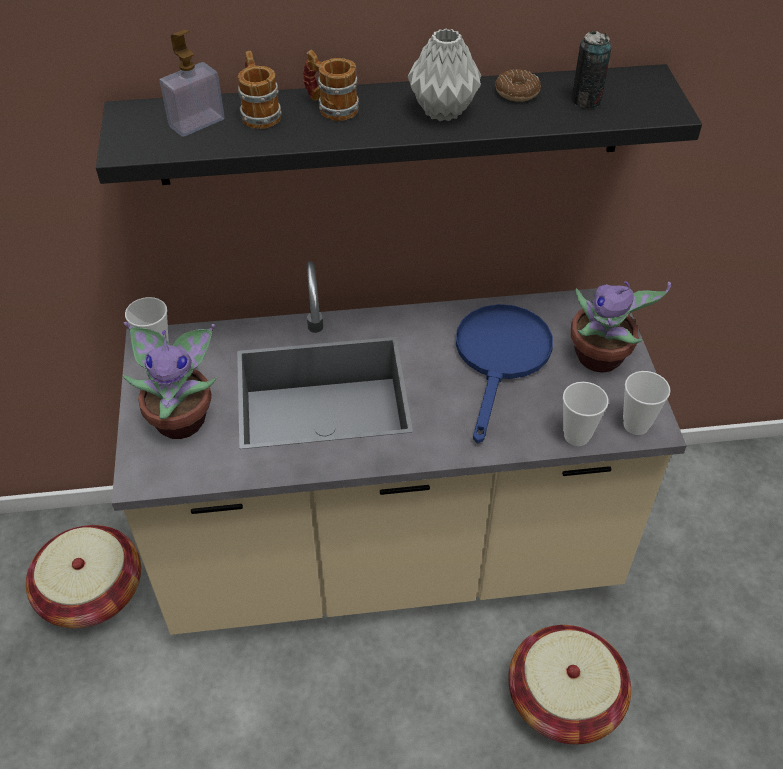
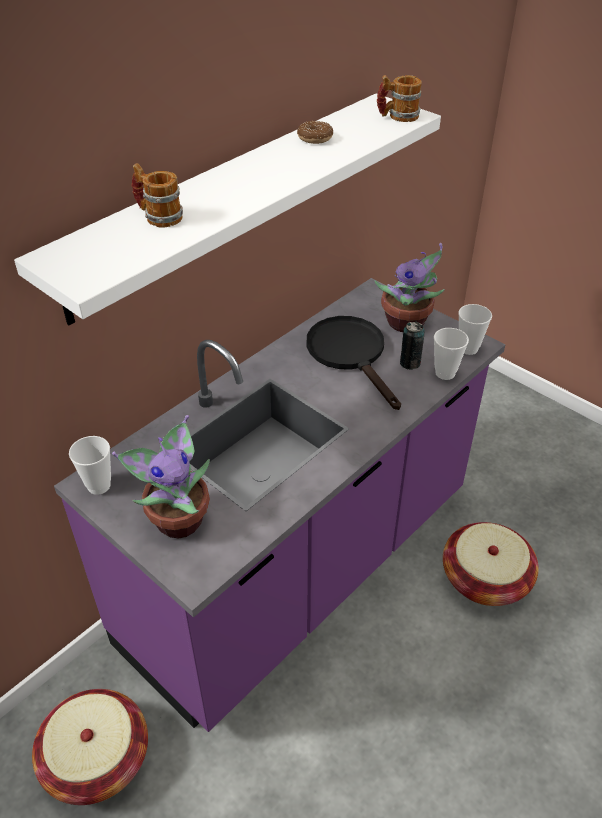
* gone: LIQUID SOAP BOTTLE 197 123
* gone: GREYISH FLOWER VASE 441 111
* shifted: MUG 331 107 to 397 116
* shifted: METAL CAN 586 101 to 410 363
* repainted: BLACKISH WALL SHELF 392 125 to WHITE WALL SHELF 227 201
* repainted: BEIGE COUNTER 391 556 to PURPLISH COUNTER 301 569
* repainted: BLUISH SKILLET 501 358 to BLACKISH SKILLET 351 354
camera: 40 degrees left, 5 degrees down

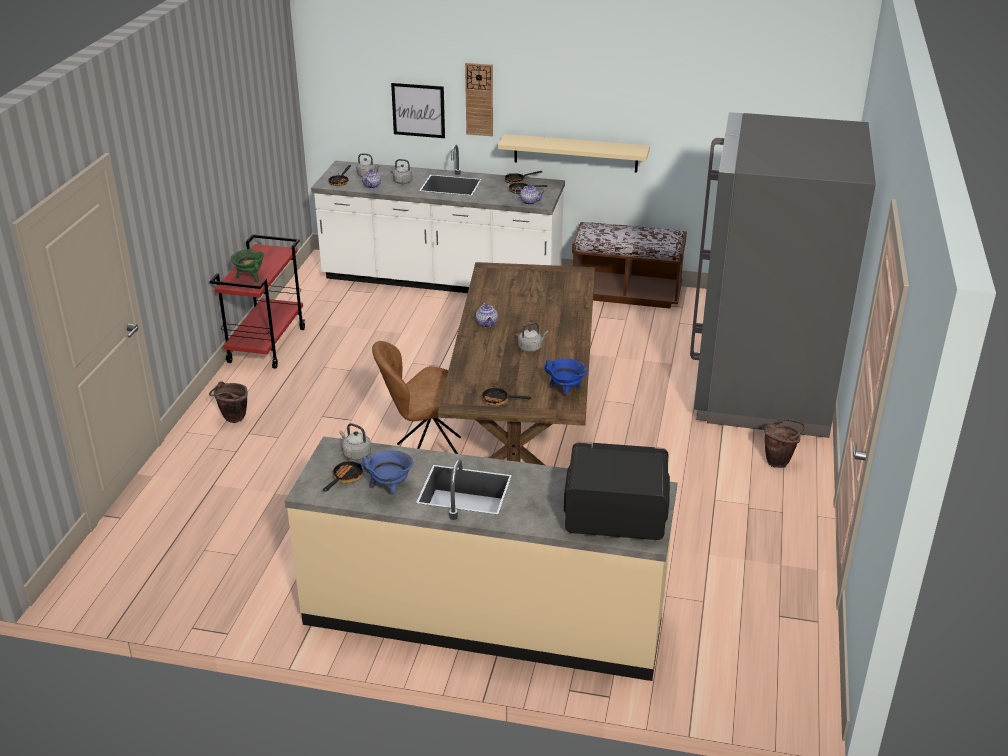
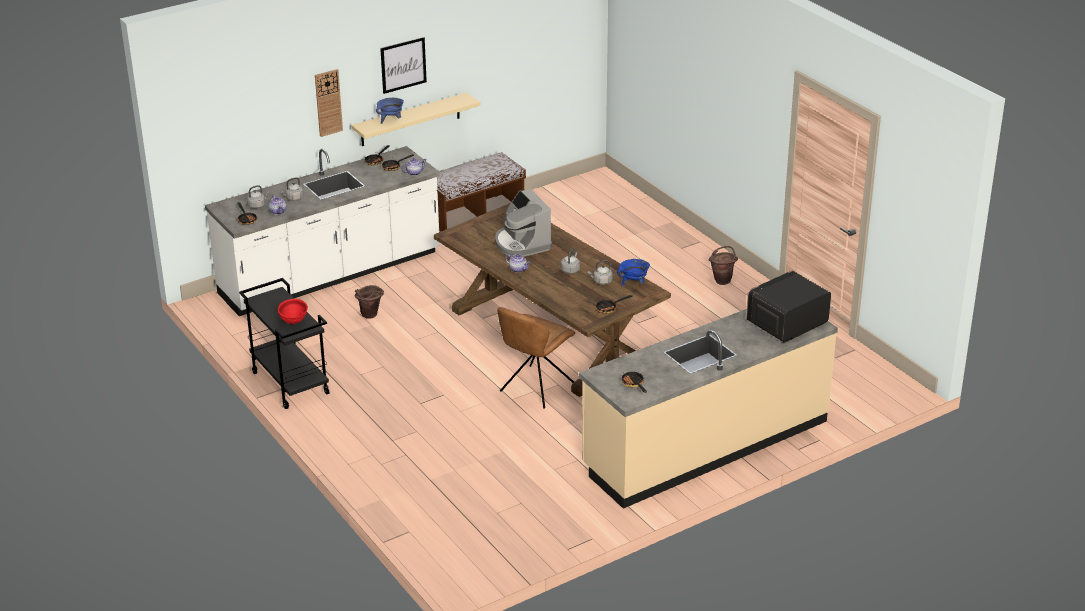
* gone: GREYISH KITCHEN FRIDGE 762 389
* new: COFFEE MACHINE 522 243
* shifted: BROWN WATER BUCKET 232 420 to 370 316
* shifted: GREYISH TEA KETTLE 355 454 to 601 281
* shifted: BLUISH SAUCEPOT 390 488 to 391 120
* shifted: PICTURE 418 110 to 403 65
* swapped: GREEN-COLOURED SAUCEPOT 250 277 to REDDISH DEEP DISH 293 322
* repainted: REDDISH CART 266 345 to BLACKISH CART 289 383
camera: 45 degrees left, 0 degrees up

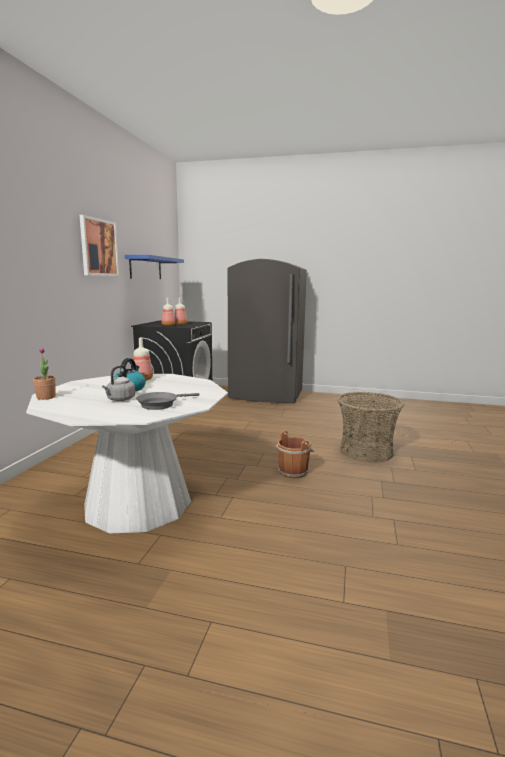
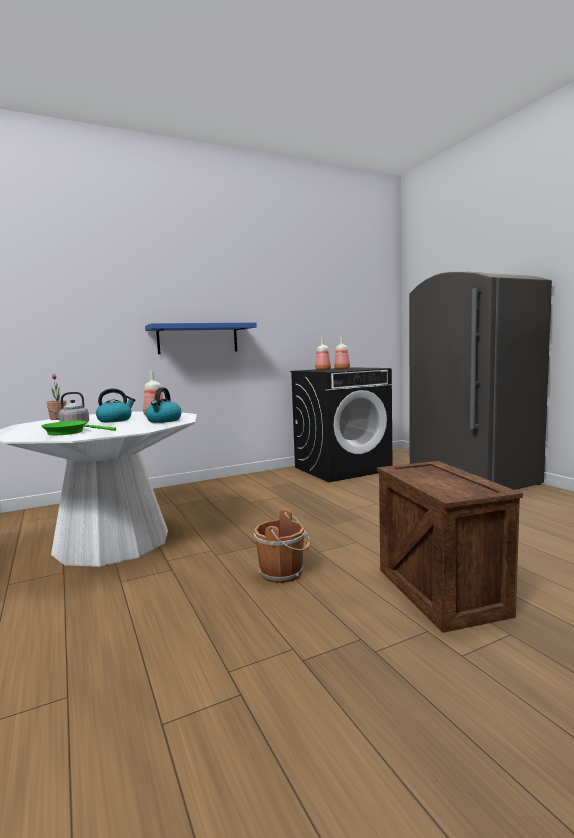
* gone: PICTURE 98 247
* new: TEA KETTLE 164 420
* shifted: BLUISH WALL SHELF 145 268 to 198 339
* swapped: HOUSEHOLD BASKET 366 451 to SHIPPING CRATE 442 591
* repainted: GREYISH SKILLET 160 404 to GREEN-COLOURED SKILLET 69 432
camera: 50 degrees right, 5 degrees down

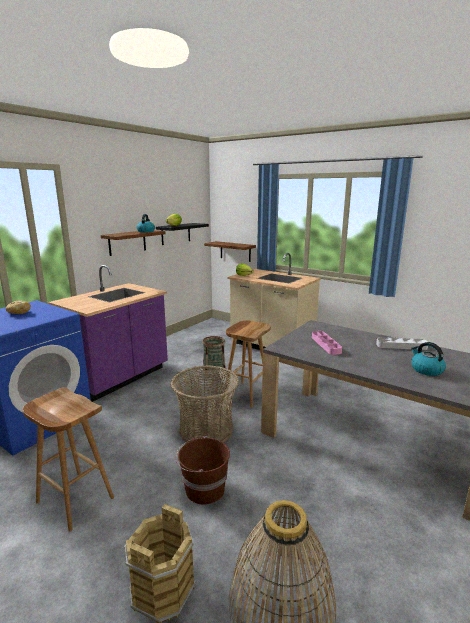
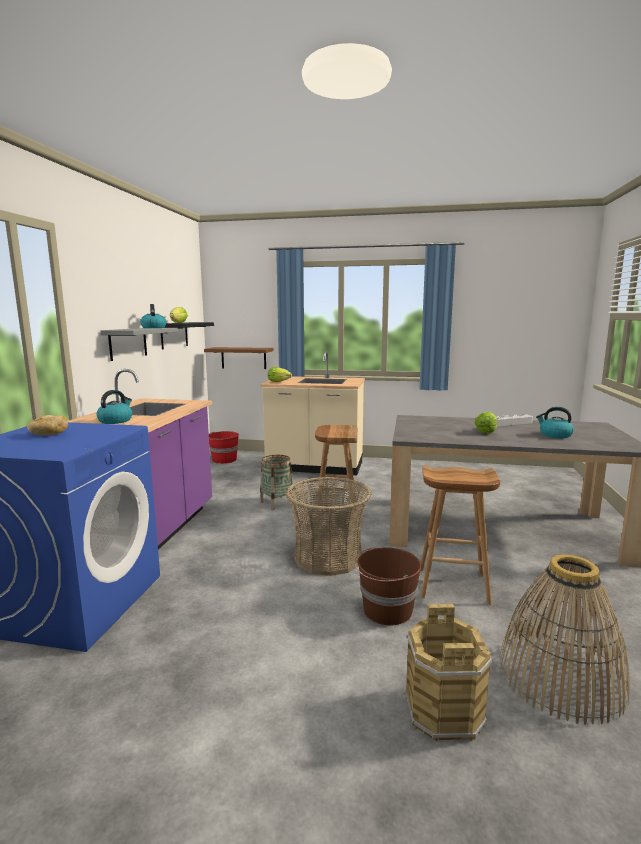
* gone: PINK CARRYING TRAY 325 345
* new: TEA KETTLE 115 421
* new: REDDISH WATER BUCKET 224 460
* new: HEAD OF LETTUCE 486 432
* shifted: BROWN SITTING STOOL 74 500 to 452 586
* repainted: BROWN WALL SHELF 127 242 to GREYISH WALL SHELF 128 343
camera: 25 degrees left, 5 degrees down

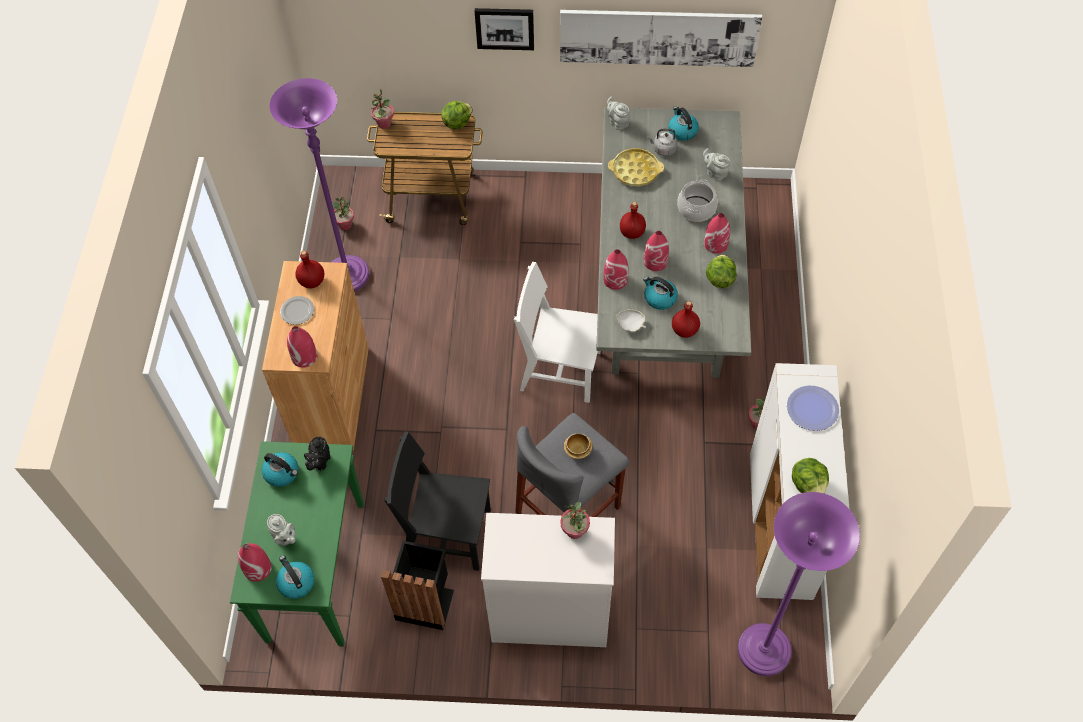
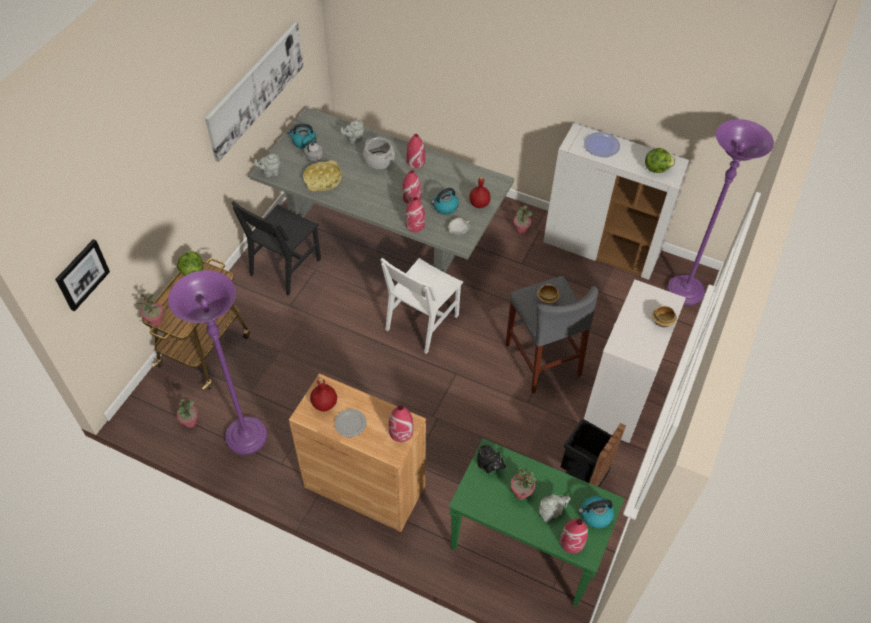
* gone: TEA KETTLE 282 473
* gone: REDDISH DRINK BOTTLE 632 232
* gone: HEAD OF LETTUCE 719 279
* new: DEEP DISH 662 322
* shifted: BLACKISH PLAIN CHAIR 447 534 to 285 267
* shifted: PICTURE 505 28 to 82 274
* shifted: PLANT IN A POT 575 531 to 521 493
camera: 70 degrees left, 5 degrees down

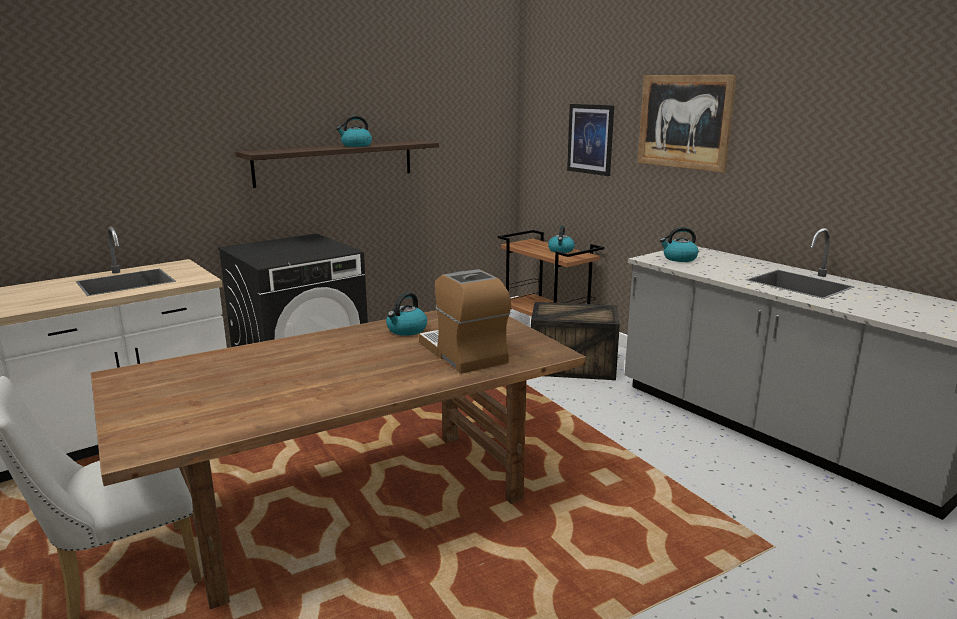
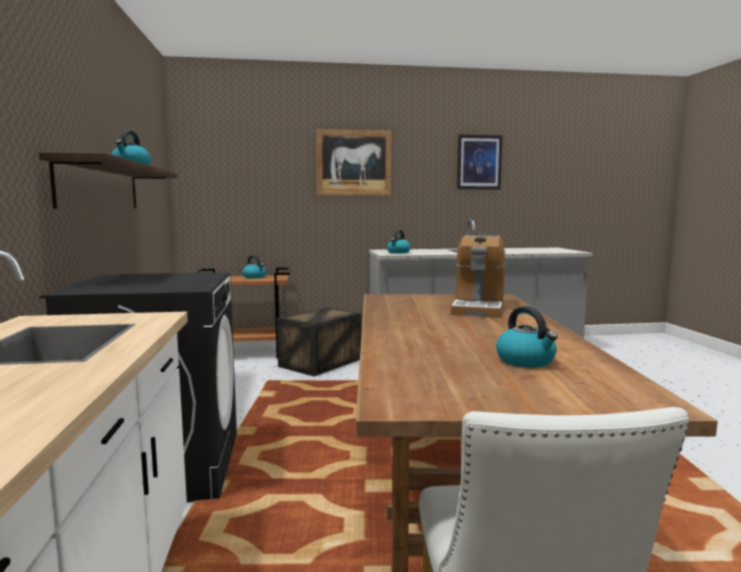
* shifted: TEA KETTLE 406 330 to 526 361
* shifted: PICTURE 590 139 to 479 162
* rotated: COFFEE MACHINE 463 353 = 478 308 75 degrees counterclockwise
camera: 60 degrees left, 10 degrees down

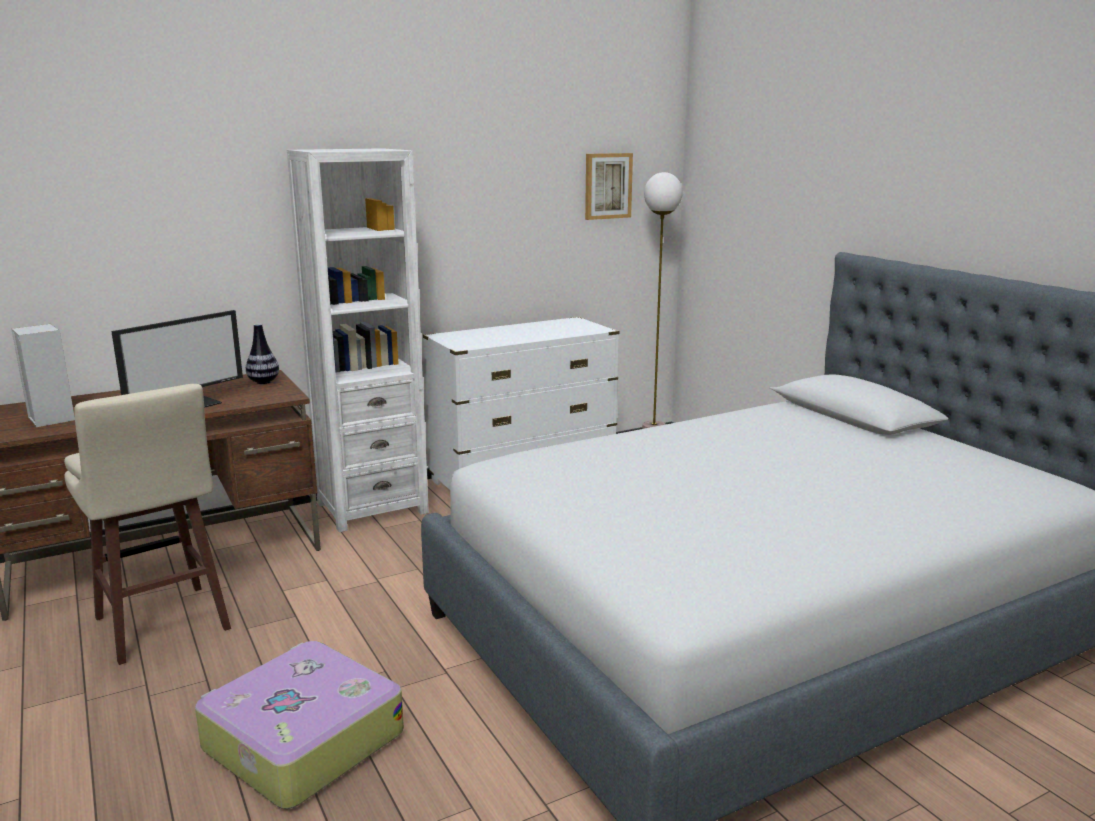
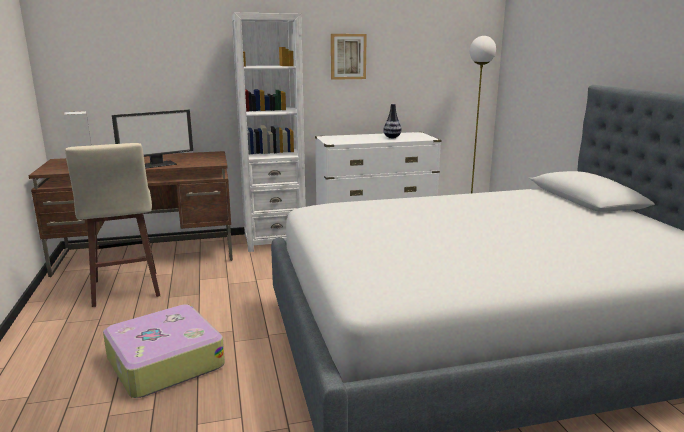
* shifted: FLOWER VASE 263 382 to 392 137
* shifted: PICTURE 607 186 to 348 56
camera: 15 degrees right, 0 degrees up

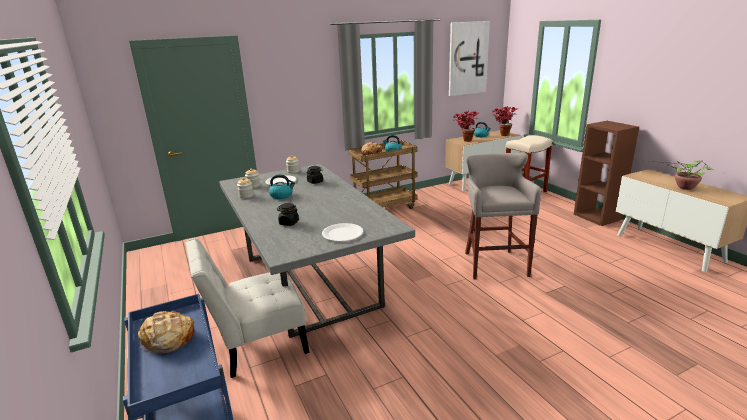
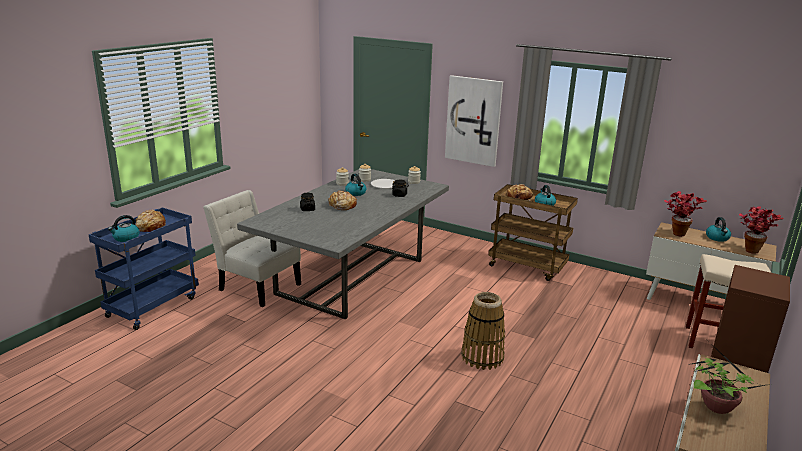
* gone: WHITE DINNER PLATE 342 233
* new: TEA KETTLE 126 238
* new: BAKERY BREAD 342 206
* shifted: PICTURE 467 58 to 473 120
* swapped: GREYISH SITTING STOOL 494 263 to HOUSEHOLD BASKET 482 357
camera: 55 degrees right, 0 degrees up

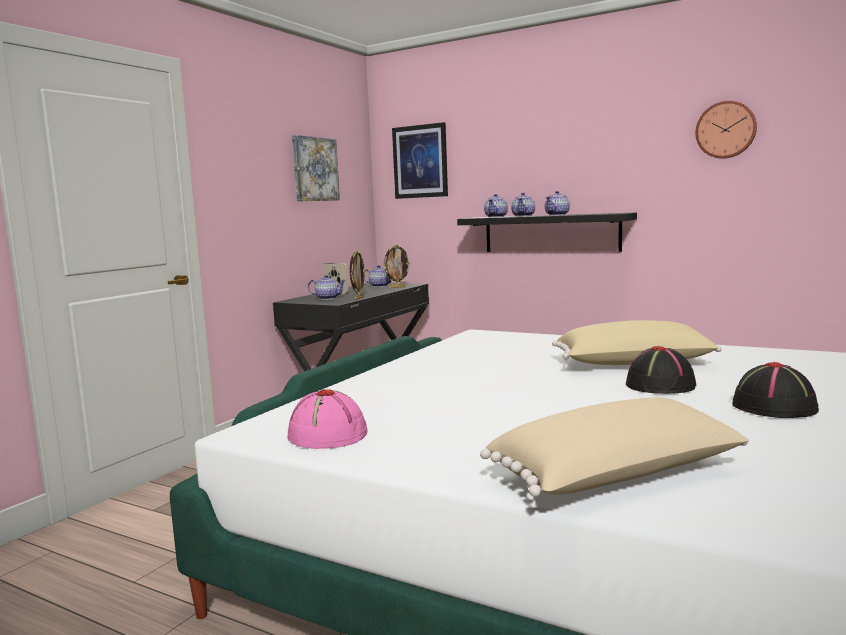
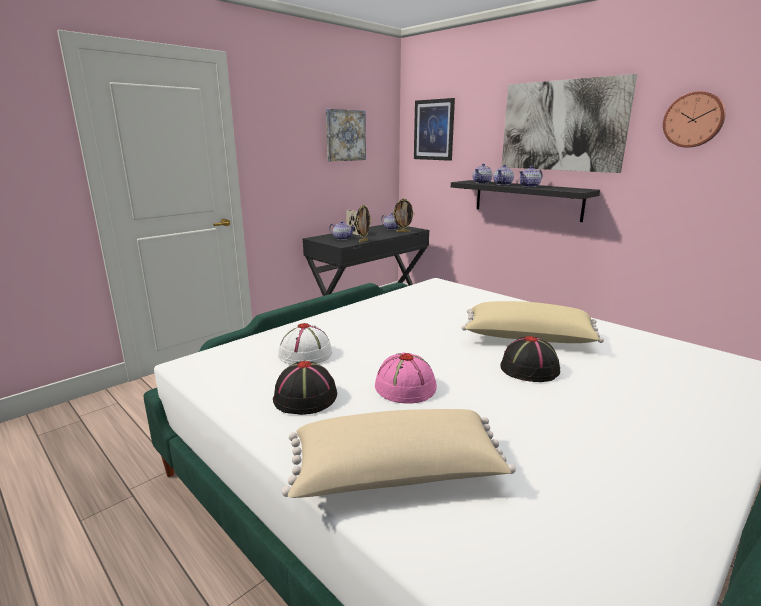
* new: WHITE CLOTHING HAT 306 354
* new: PICTURE 562 126
* shifted: PINK CLOTHING HAT 326 435 to 404 387
* shifted: BLACKISH CLOTHING HAT 775 407 to 305 398
camera: 15 degrees right, 10 degrees up

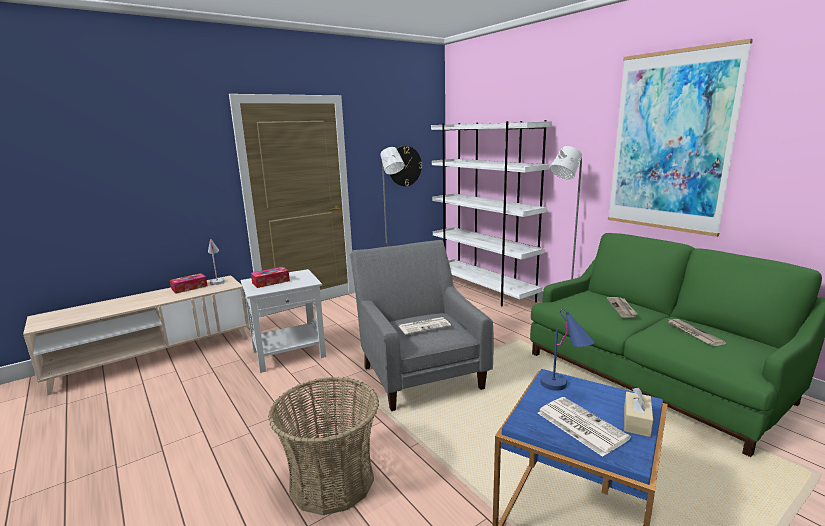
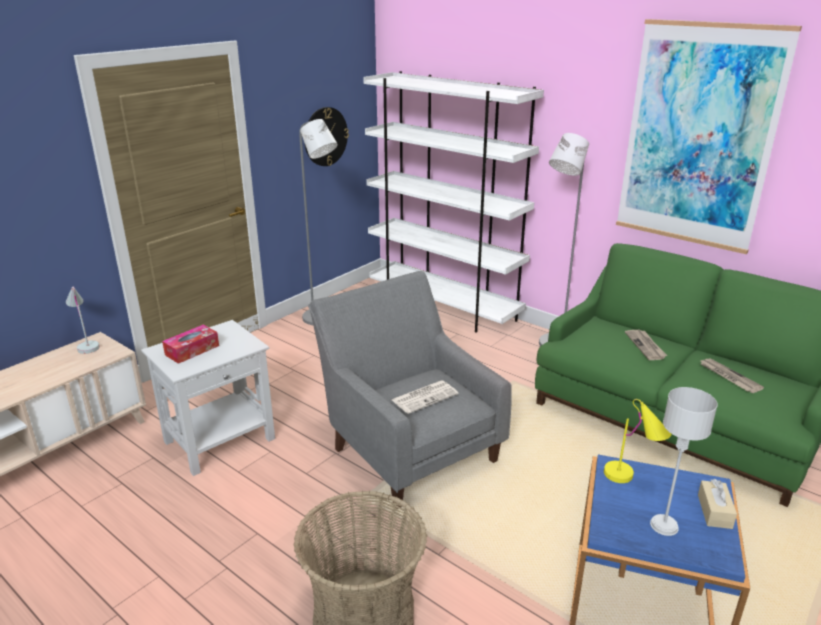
* gone: TISSUE HOLDER 189 287
* swapped: PRINTED PAPER 580 425 to GREYISH TABLE LAMP 663 525
* repainted: BLUISH TABLE LAMP 564 388 to YELLOW TABLE LAMP 631 478
camera: 15 degrees left, 10 degrees up

